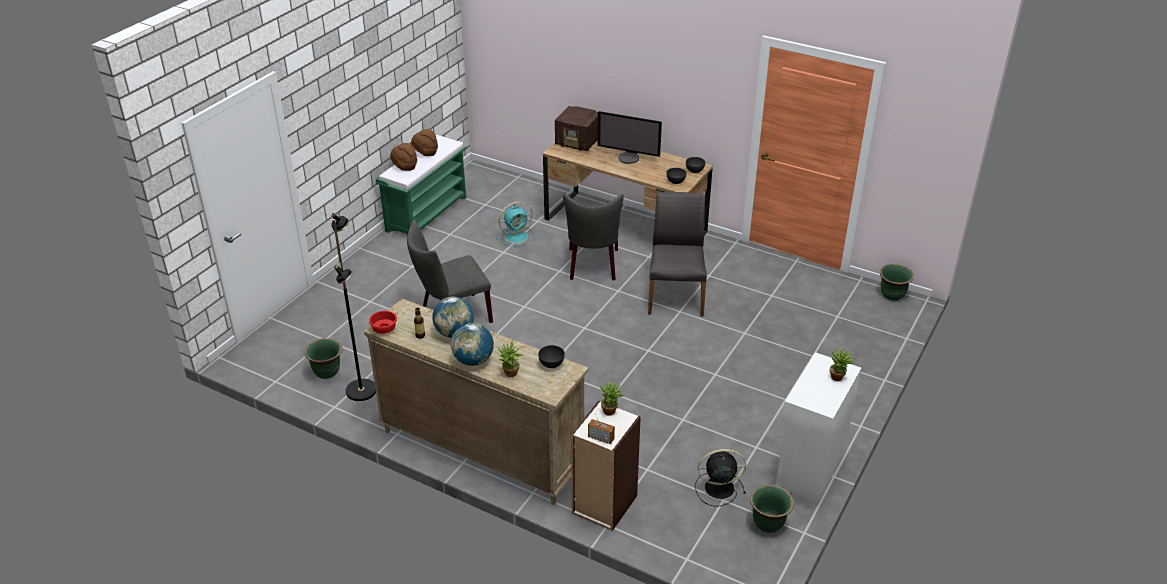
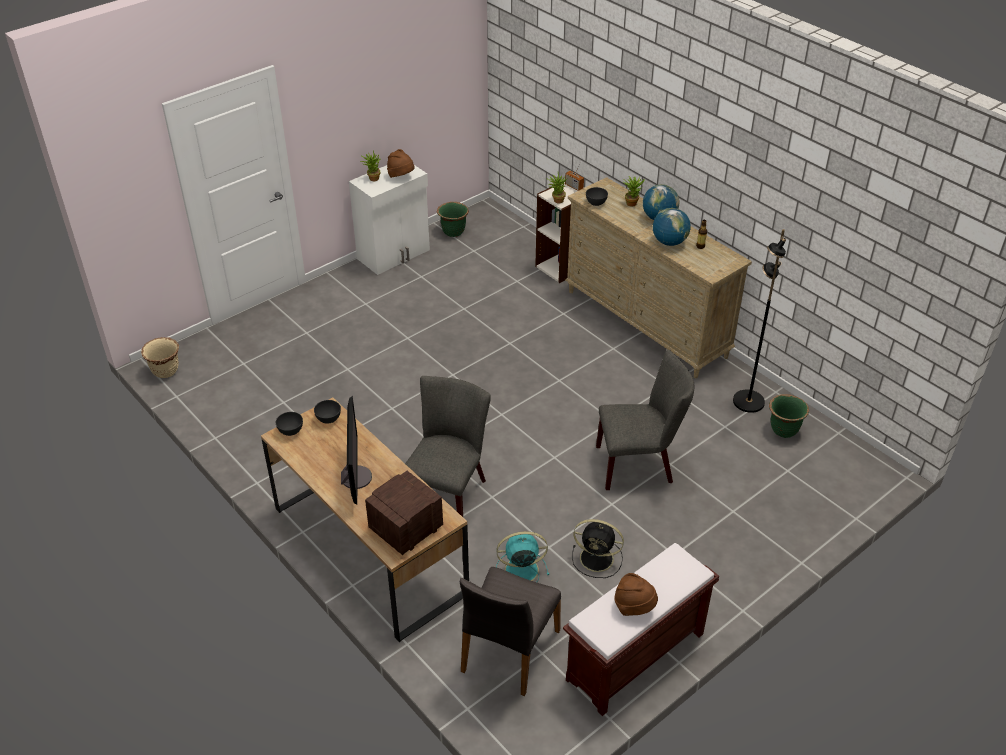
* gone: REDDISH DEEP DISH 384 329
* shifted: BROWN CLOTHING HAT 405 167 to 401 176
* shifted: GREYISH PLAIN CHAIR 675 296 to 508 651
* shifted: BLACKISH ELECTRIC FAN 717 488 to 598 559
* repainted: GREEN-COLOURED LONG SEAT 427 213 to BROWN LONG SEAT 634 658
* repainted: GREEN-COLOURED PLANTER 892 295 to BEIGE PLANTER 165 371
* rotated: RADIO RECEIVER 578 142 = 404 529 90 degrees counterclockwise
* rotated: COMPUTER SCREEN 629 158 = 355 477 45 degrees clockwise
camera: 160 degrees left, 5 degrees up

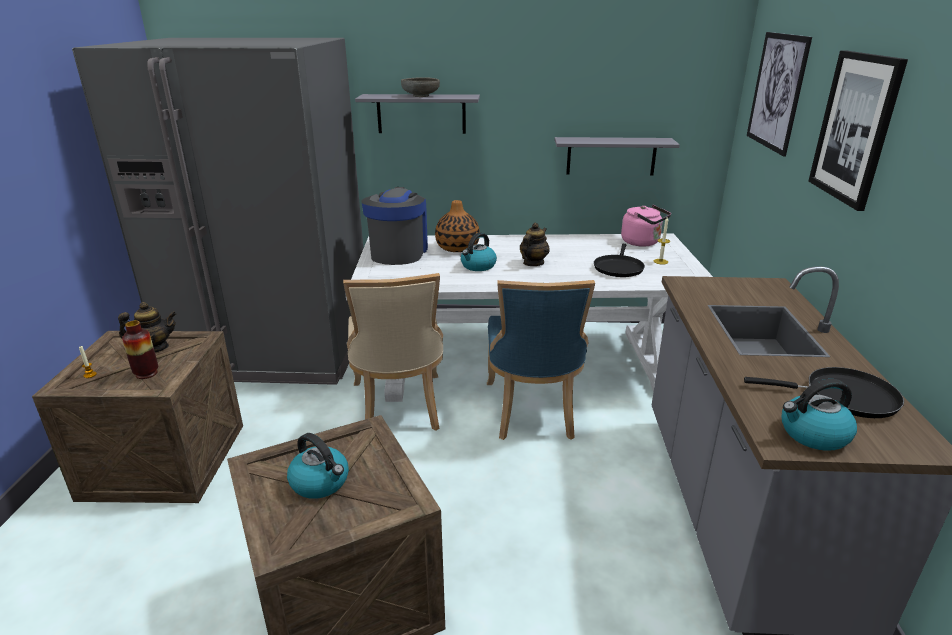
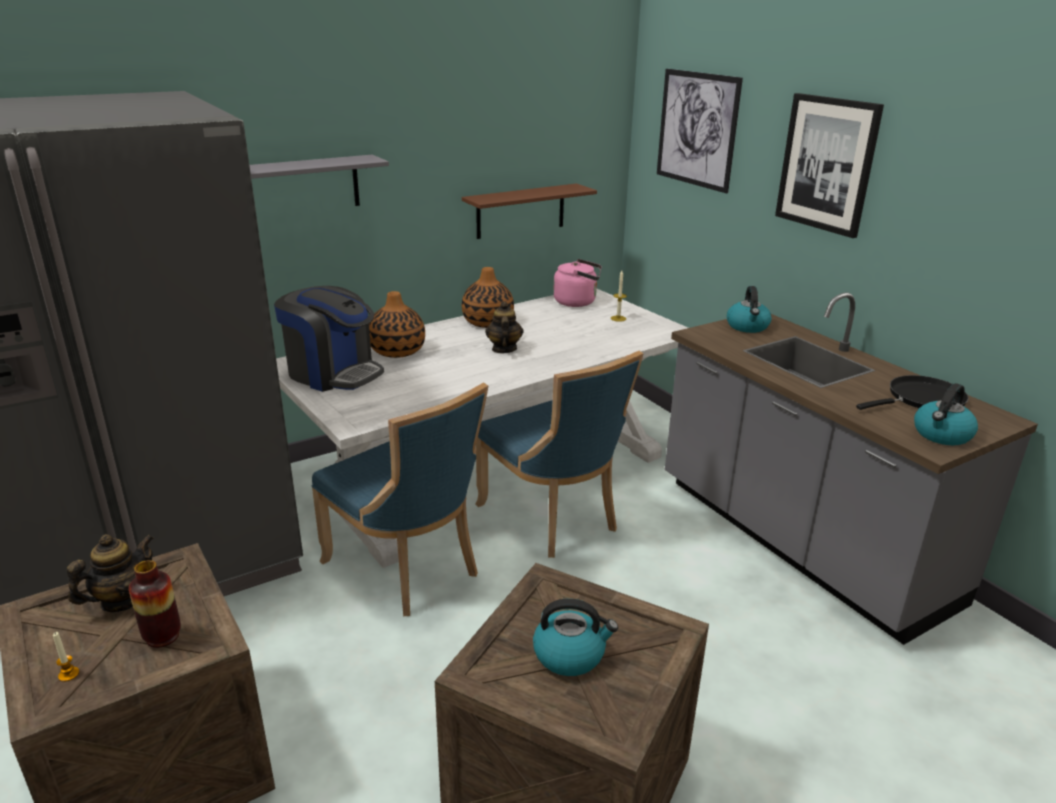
* gone: GREYISH DEEP DISH 420 96
* gone: BLACKISH SKILLET 618 267
* new: FLOWER VASE 487 322
* shifted: TEA KETTLE 478 266 to 747 327
* repainted: BEIGE PLAIN CHAIR 399 408 to BLUISH PLAIN CHAIR 407 568
* repainted: GREYISH WALL SHELF 611 156 to BROWN WALL SHELF 520 211
* rotated: COFFEE MACHINE 398 252 = 333 373 150 degrees clockwise
camera: 35 degrees left, 0 degrees up

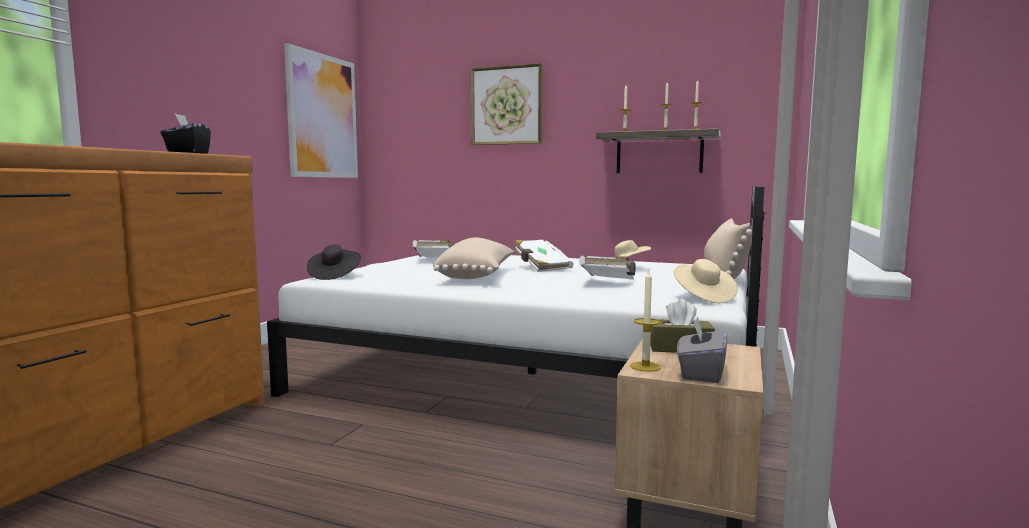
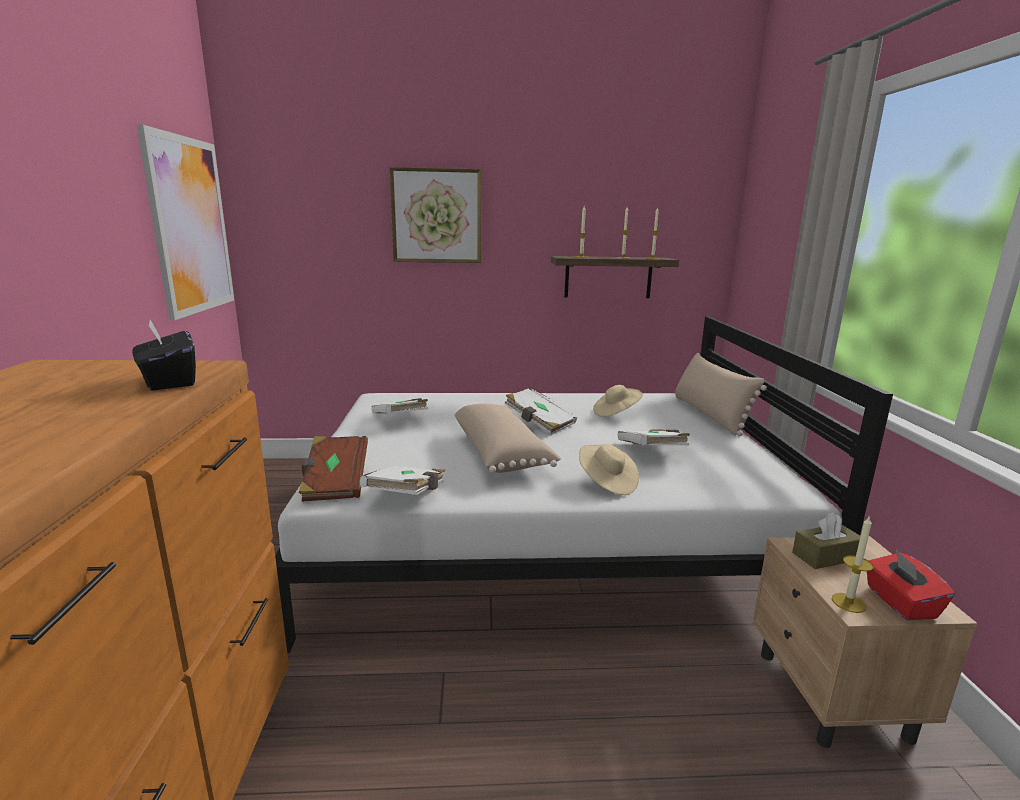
* new: WHITE VOLUME 407 496
* shifted: BEIGE CLOTHING HAT 703 297 to 607 483
* swapped: BLACKISH CLOTHING HAT 334 276 to BROWN VOLUME 335 483
* repainted: GREYISH TISSUE HOLDER 700 373 to REDDISH TISSUE HOLDER 900 602
camera: 25 degrees left, 10 degrees up

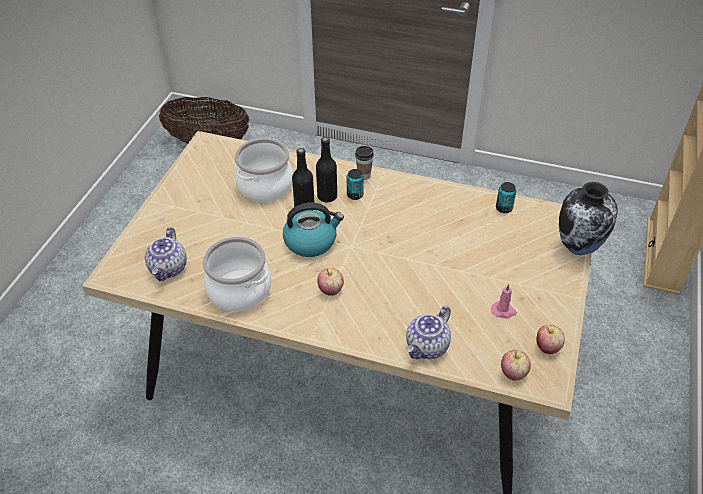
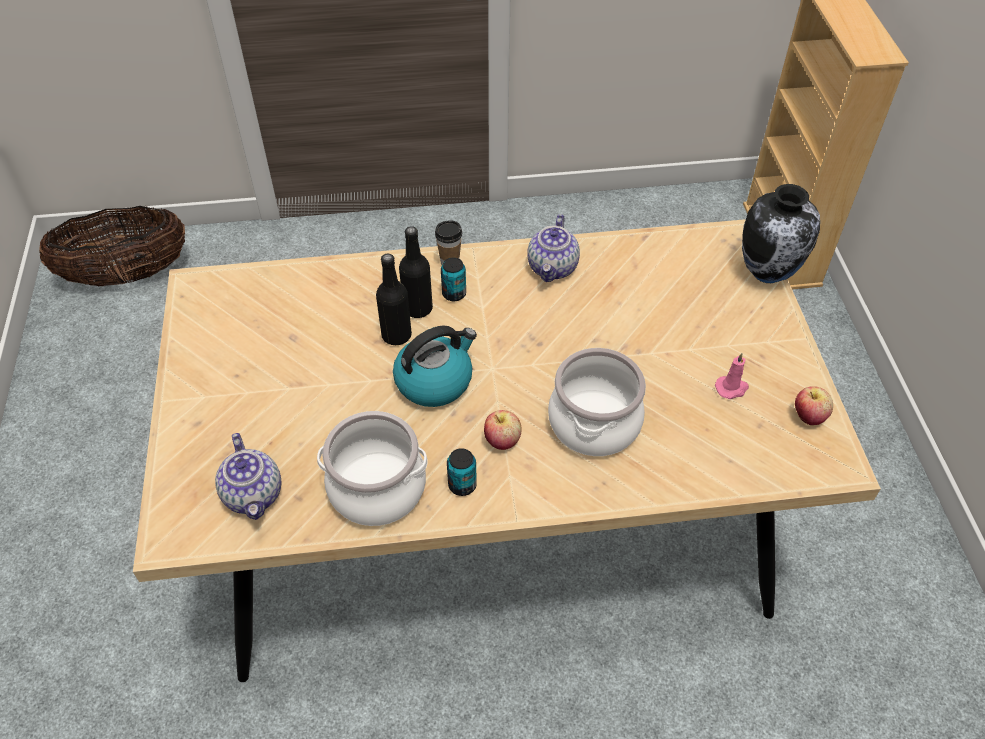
* gone: APPLE 513 373
* shifted: SAUCEPOT 266 186 to 595 423
* shifted: TEA POT 427 347 to 553 268
* shifted: METAL CAN 504 208 to 462 485
camera: 25 degrees left, 5 degrees up

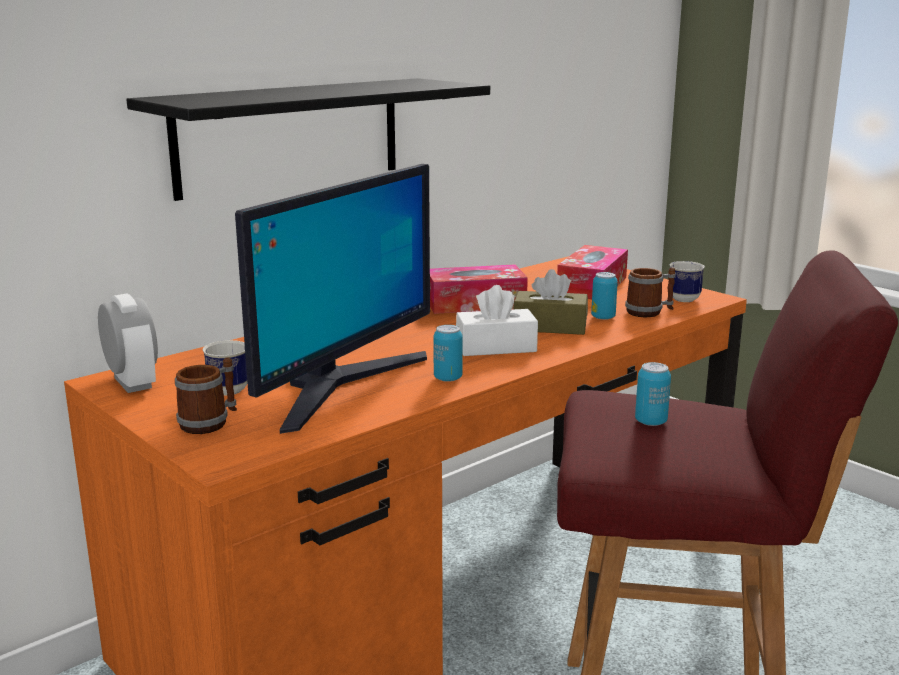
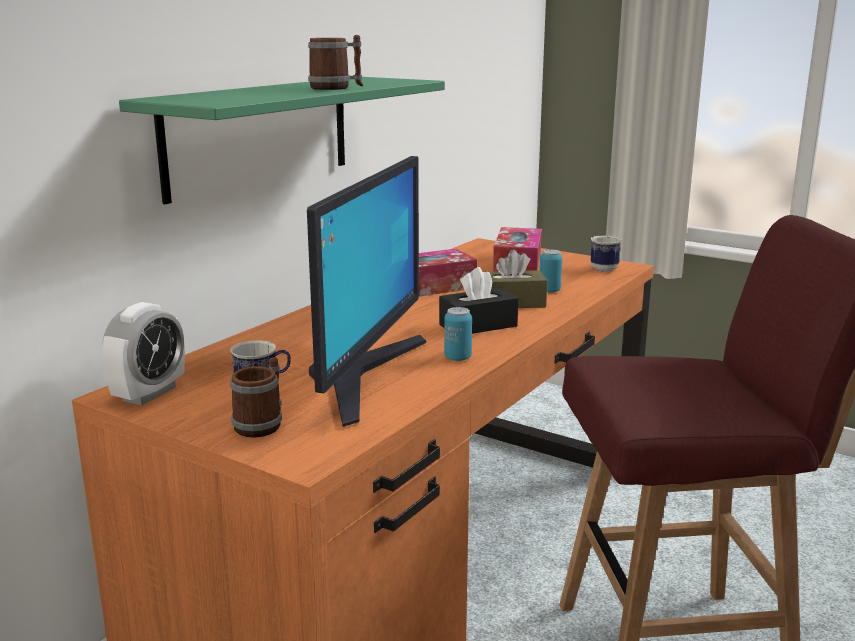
* gone: METAL CAN 650 422
* shifted: MUG 650 312 to 337 88
* repainted: BLACKISH WALL SHELF 290 136 to GREEN-COLOURED WALL SHELF 259 135
* repainted: WHITE TISSUE HOLDER 496 347 to BLACKISH TISSUE HOLDER 478 325
* rotated: ALARM CLOCK 132 383 = 149 394 75 degrees clockwise
camera: 15 degrees left, 0 degrees up

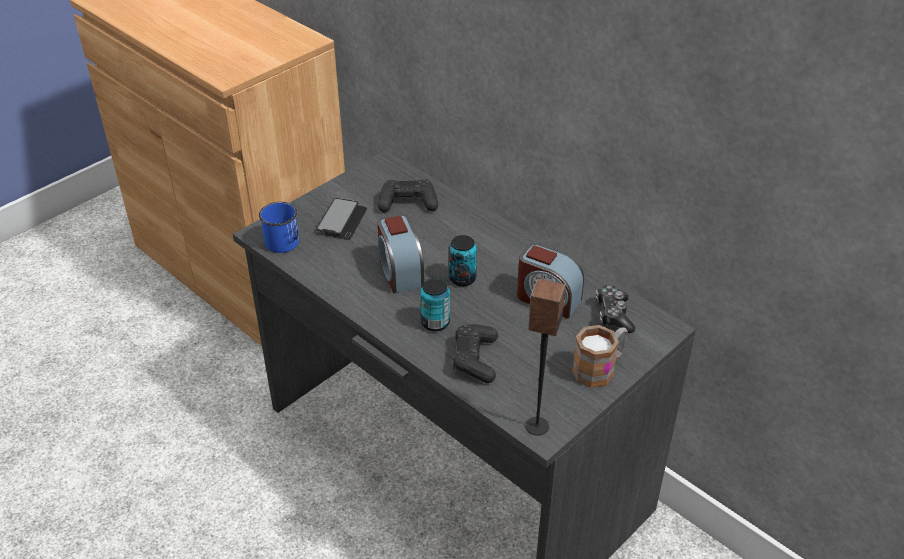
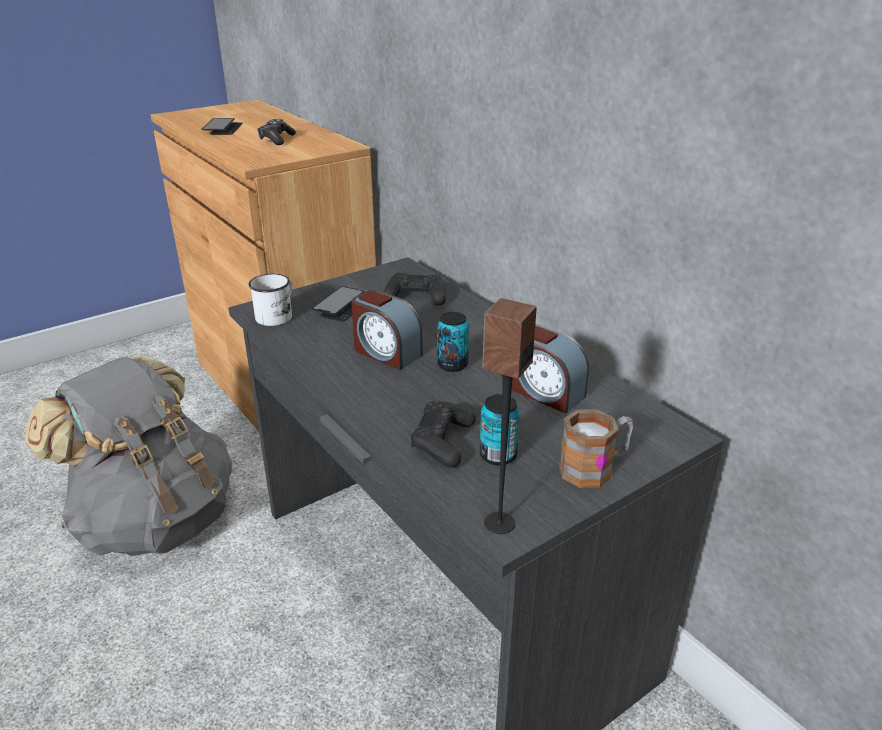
* new: GREYISH RUCKSACK 156 520
* new: PHONE 222 128
* shifted: METAL CAN 435 322 to 498 455
* shifted: GAME CONTROLLER 613 315 to 276 139
* repainted: BLUISH MUG 284 239 to WHITE MUG 277 315
* rotated: ALARM CLOCK 400 272 = 386 352 45 degrees counterclockwise
camera: 10 degrees right, 10 degrees down

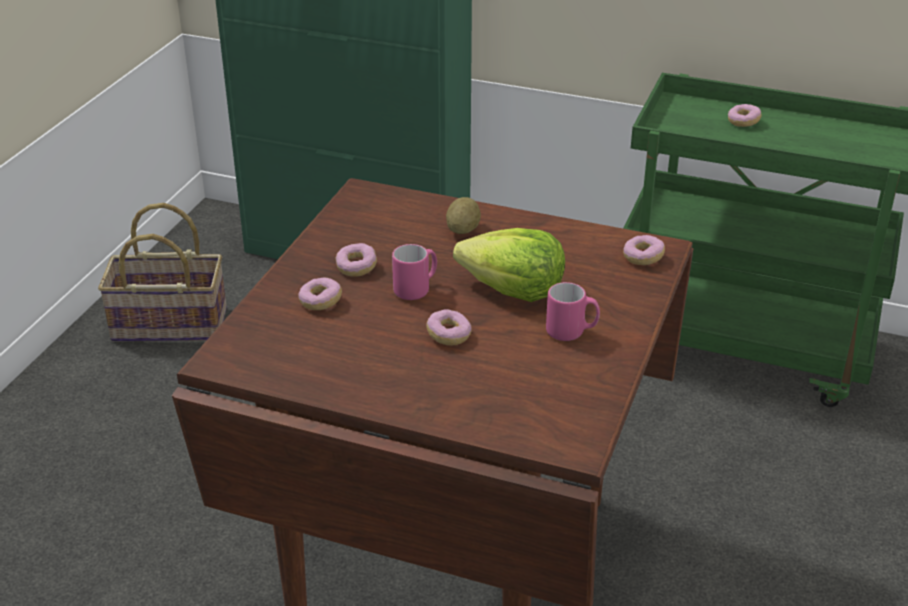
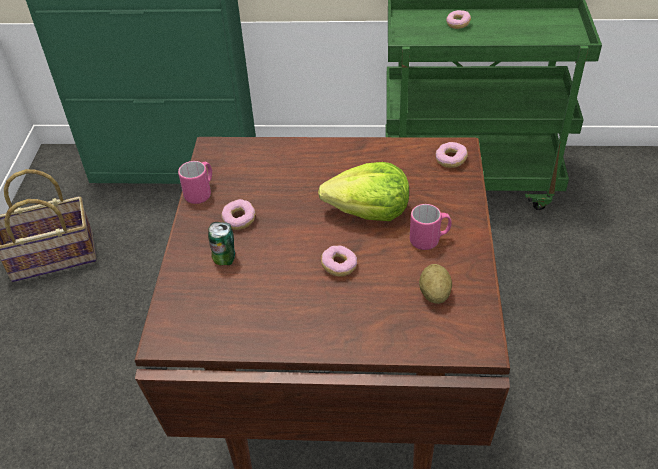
* shifted: PINK MUG 416 289 to 201 193
* shifted: WHOLE POTATO 463 230 to 434 294
* swapped: DONUT 320 302 to METAL CAN 224 259
camera: 15 degrees left, 10 degrees up

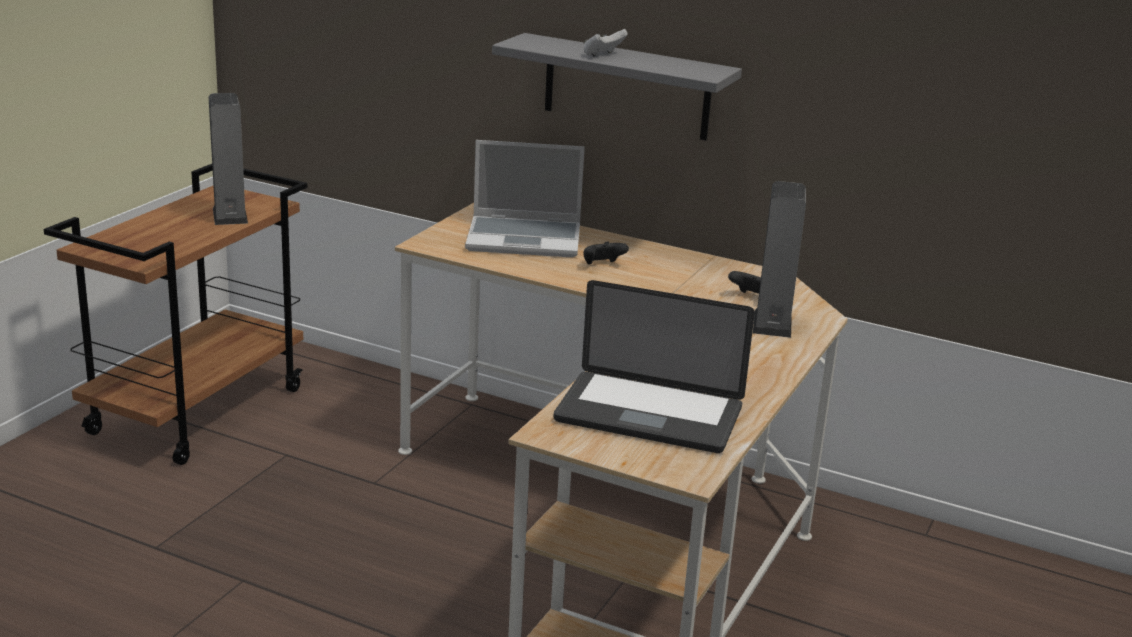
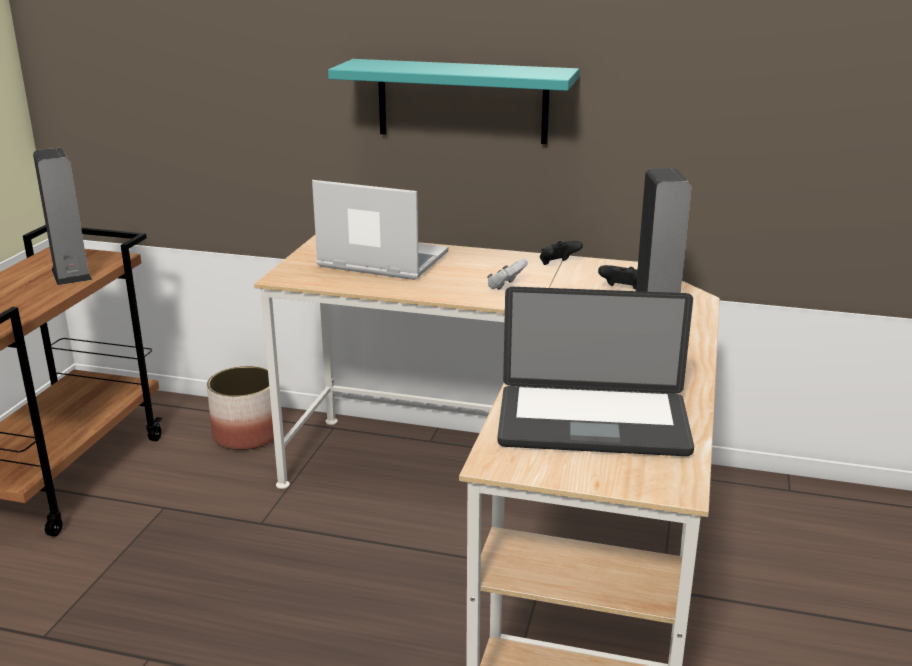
* new: PLANTER 247 434
* shifted: BLACKISH GAME CONTROLLER 602 265 to 558 264
* shifted: WHITE GAME CONTROLLER 603 55 to 506 286
* repainted: GREYISH WALL SHELF 627 87 to TURQUOISE WALL SHELF 462 101
* rotated: LAPTOP 525 239 = 381 261 150 degrees counterclockwise
camera: 10 degrees left, 0 degrees up

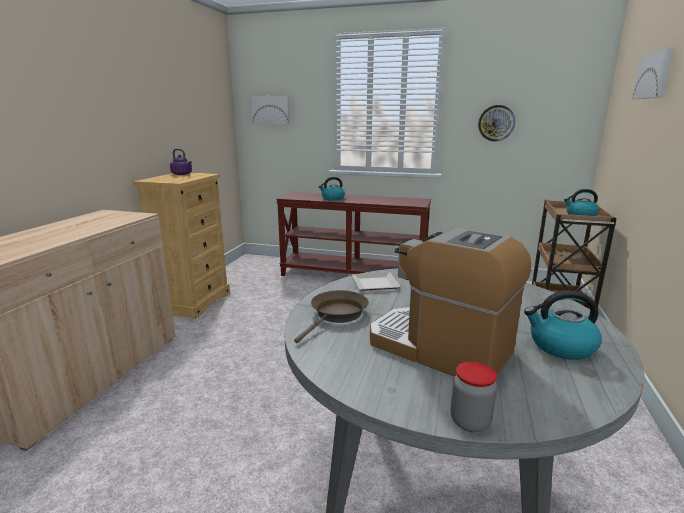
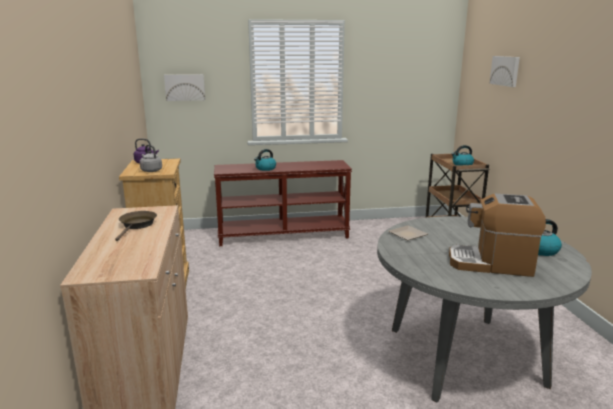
* gone: STORAGE JAR 470 421
* gone: WALL CLOCK 496 123
* new: GREYISH TEA KETTLE 150 170
* shifted: BROWN SKILLET 337 315 to 137 225
camera: 25 degrees left, 0 degrees up

